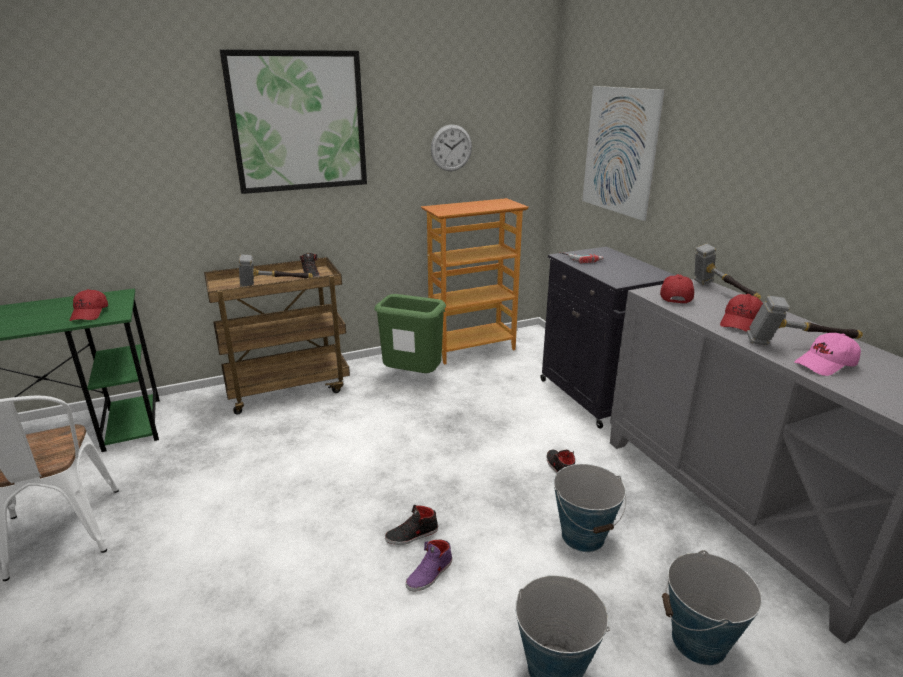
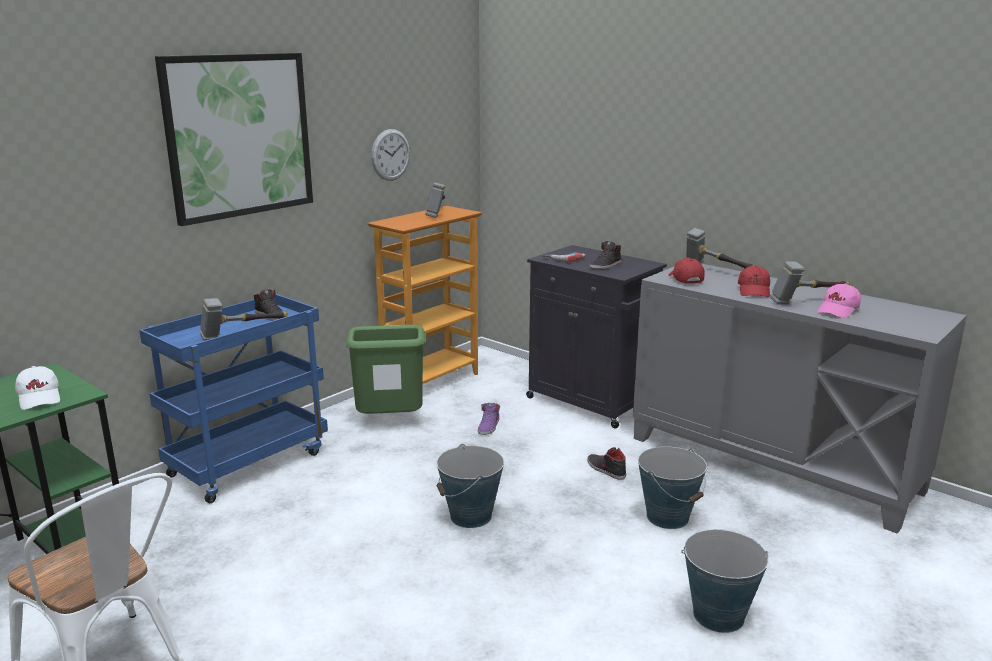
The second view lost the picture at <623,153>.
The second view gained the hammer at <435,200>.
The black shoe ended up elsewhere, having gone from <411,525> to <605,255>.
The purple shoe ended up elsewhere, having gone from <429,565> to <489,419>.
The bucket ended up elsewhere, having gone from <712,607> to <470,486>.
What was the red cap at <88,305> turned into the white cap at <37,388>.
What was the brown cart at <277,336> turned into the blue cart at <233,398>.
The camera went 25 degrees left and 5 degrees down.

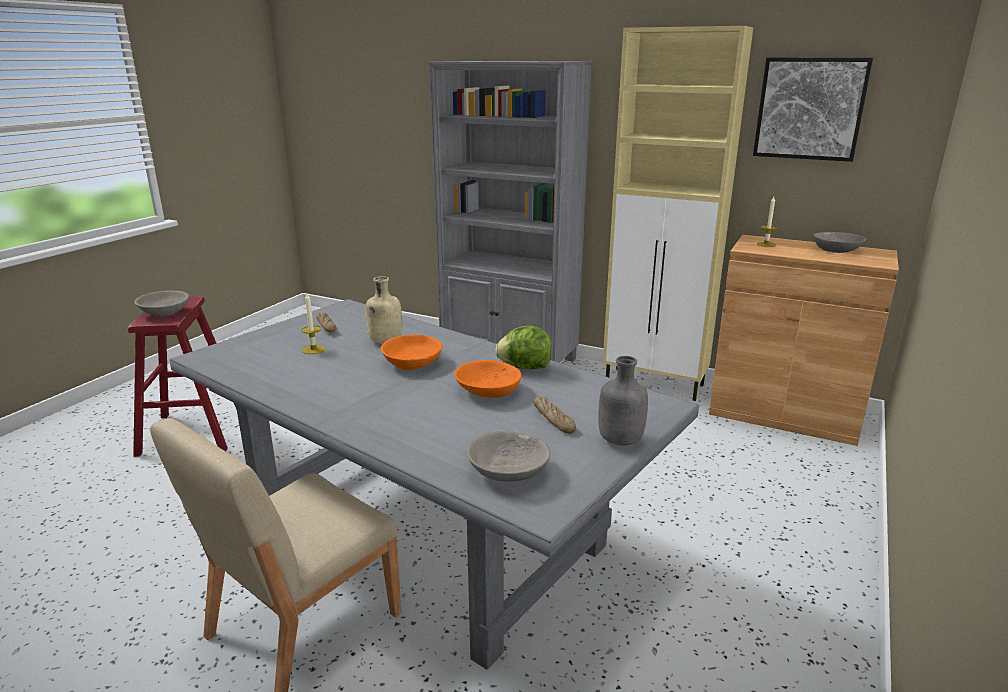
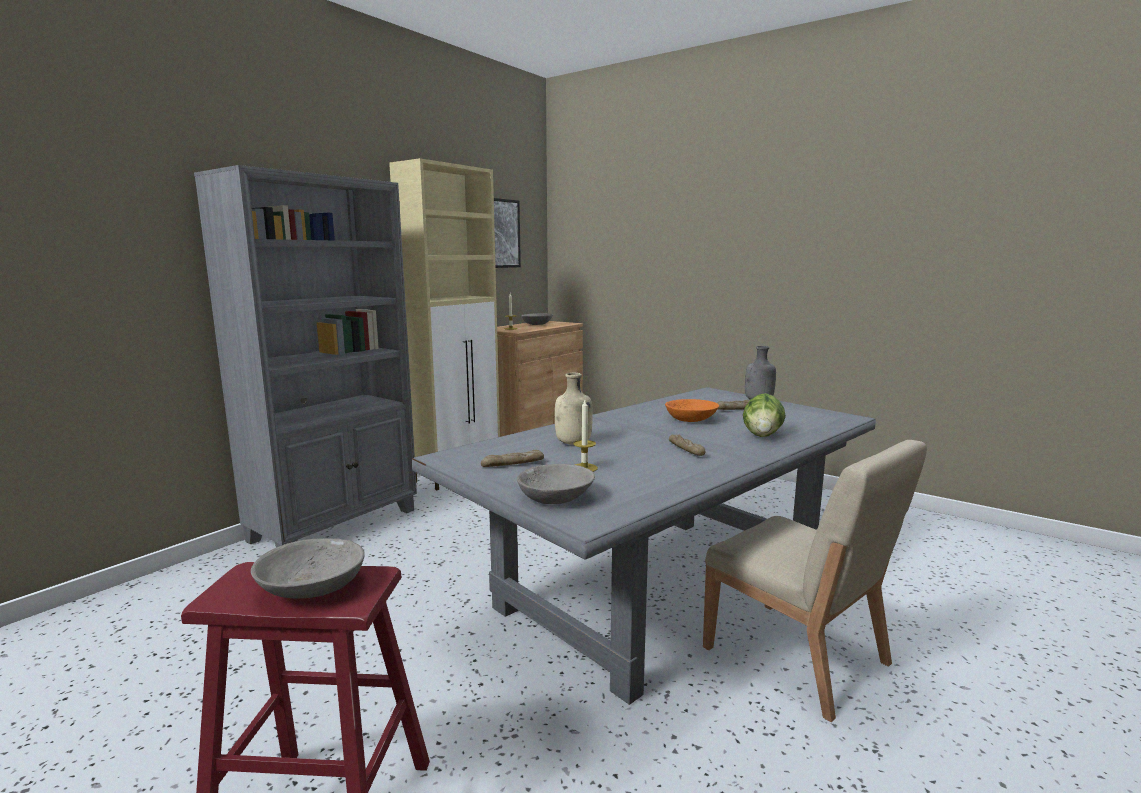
The second view lost the orange bowl at <411,352>.
The second view gained the bread at <687,445>.
The grey bowl ended up elsewhere, having gone from <508,456> to <556,484>.
The lettuce ended up elsewhere, having gone from <523,347> to <764,415>.
The camera went 80 degrees left and 10 degrees down.

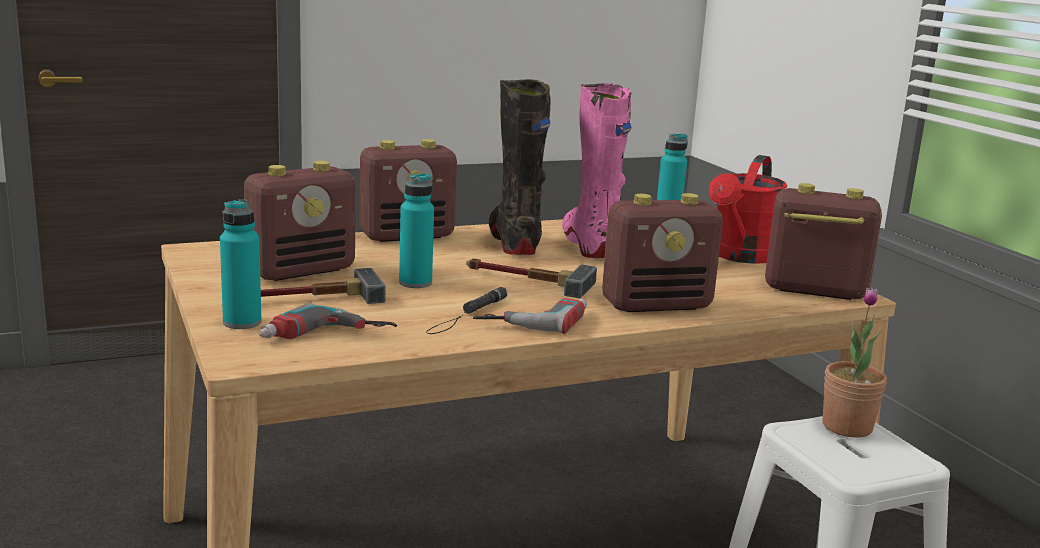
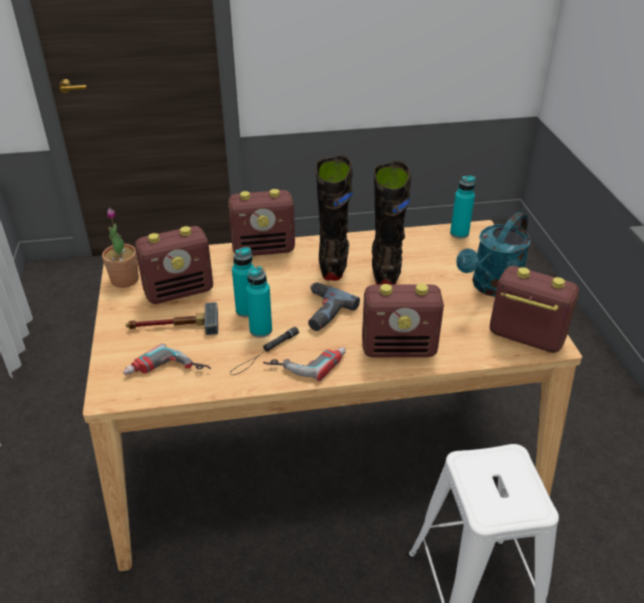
The turquoise bottle ended up elsewhere, having gone from <241,264> to <259,302>.
The potted plant ended up elsewhere, having gone from <855,362> to <120,248>.
Where the hammer stood at <531,278>, the power drill came to stand at <334,306>.
What was the pink boot at <596,170> turned into the black boot at <391,223>.
What was the red watering can at <748,209> turned into the turquoise watering can at <493,254>.
The camera went 15 degrees right and 20 degrees up.

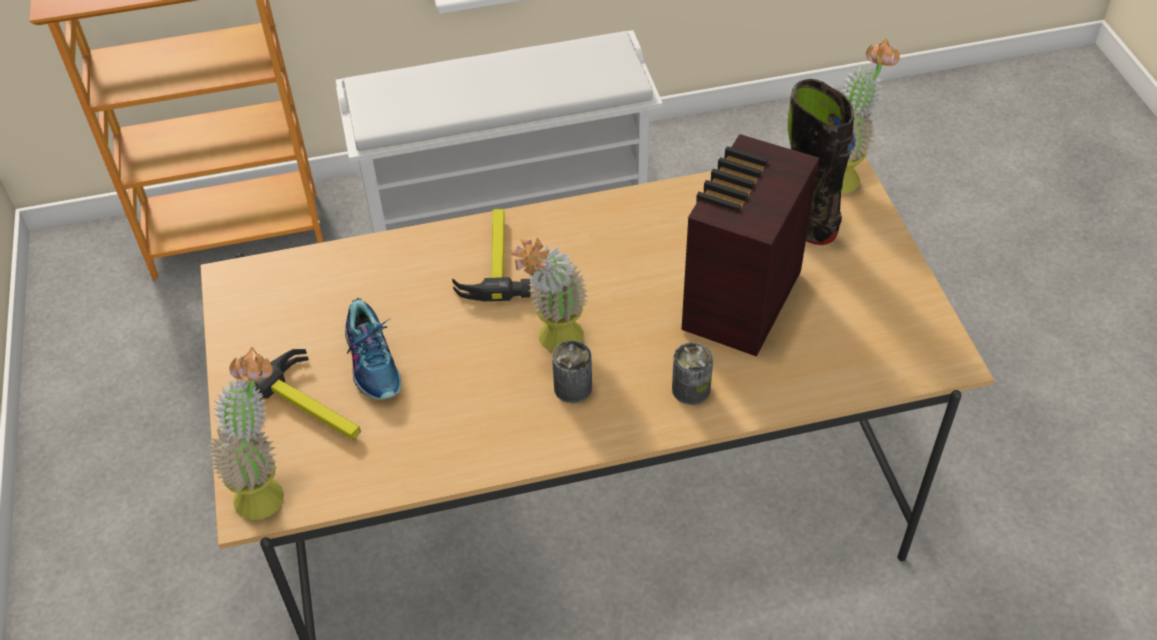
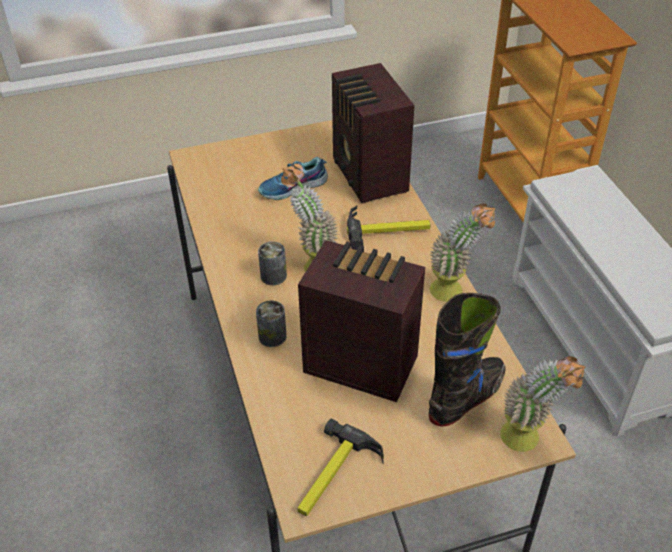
The second view gained the radio at <373,133>.
The potted plant ended up elsewhere, having gone from <246,433> to <462,253>.
The hammer ended up elsewhere, having gone from <308,394> to <340,467>.
The camera went 85 degrees right and 5 degrees down.

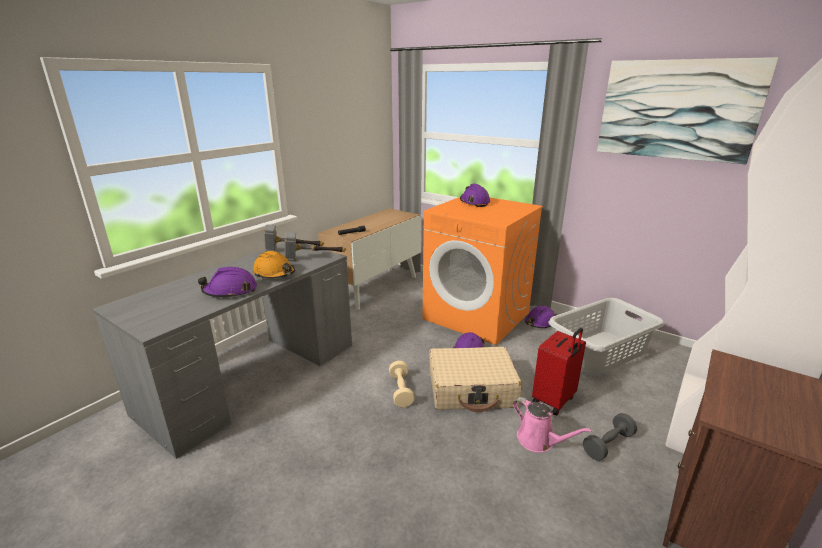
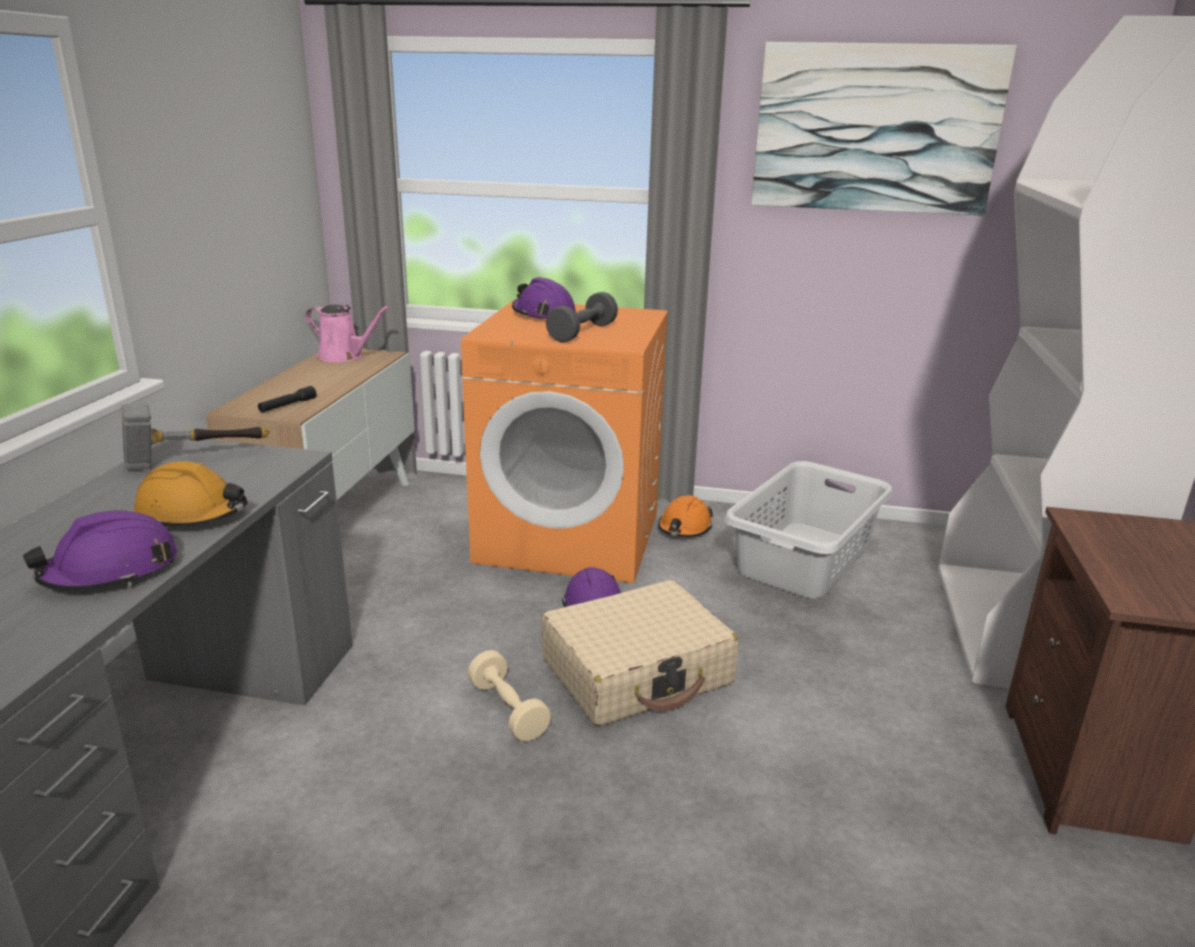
The second view lost the hammer at <315,246>.
The second view lost the red suitcase at <559,372>.
The pink watering can ended up elsewhere, having gone from <552,425> to <347,333>.
The grey dumbbell ended up elsewhere, having gone from <610,437> to <582,317>.
What was the purple hard hat at <540,317> turned into the orange hard hat at <686,516>.
The camera went 25 degrees left and 0 degrees up.

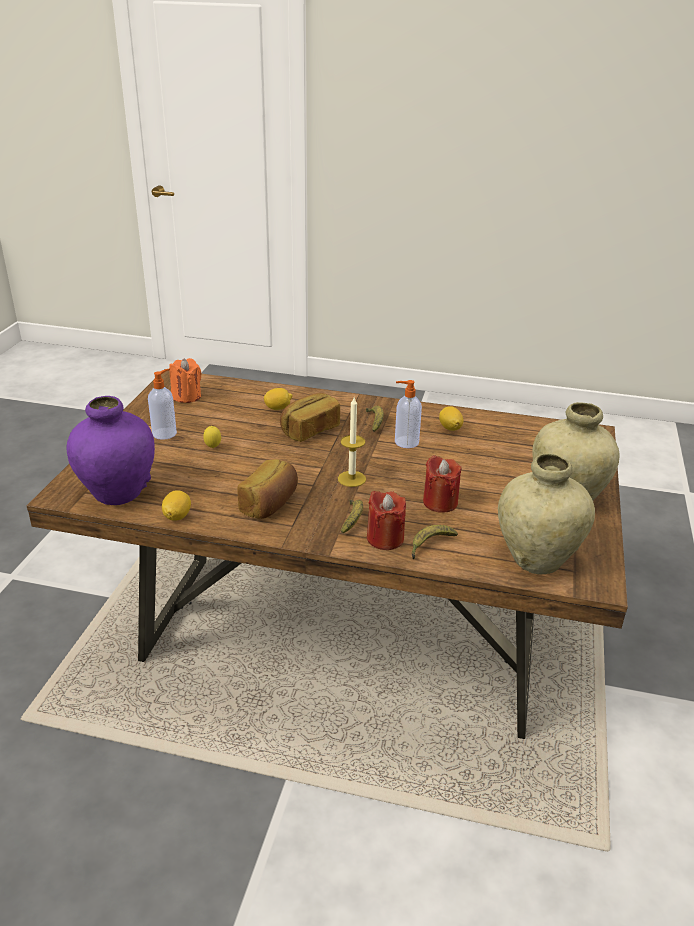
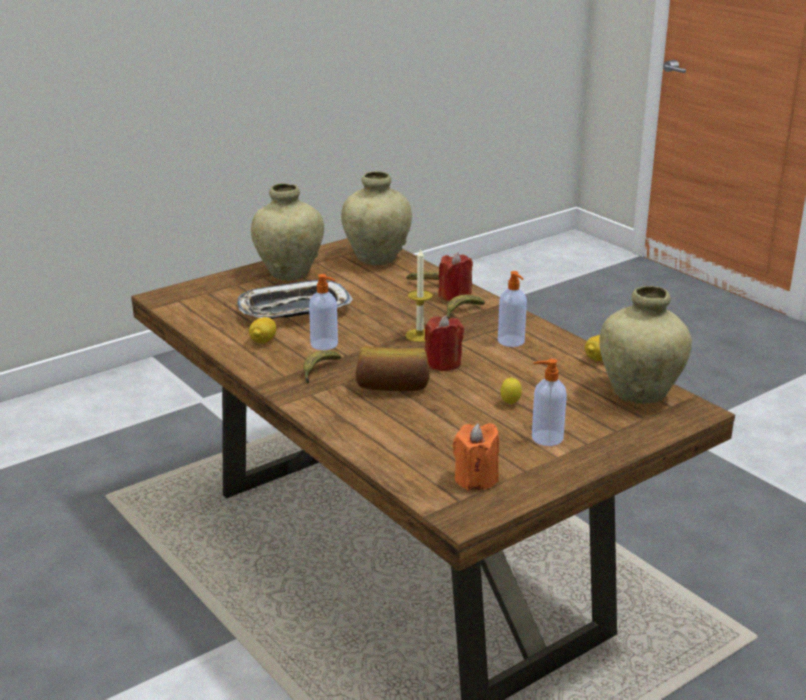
The second view lost the lemon at <278,399>.
The second view gained the tray at <295,299>.
The red candle ended up elsewhere, having gone from <442,484> to <444,343>.
Where the bread stood at <267,489>, the soap dispenser came to stand at <512,309>.
What was the purple vase at <110,450> turned into the beige vase at <645,345>.
The camera went 140 degrees left and 5 degrees down.

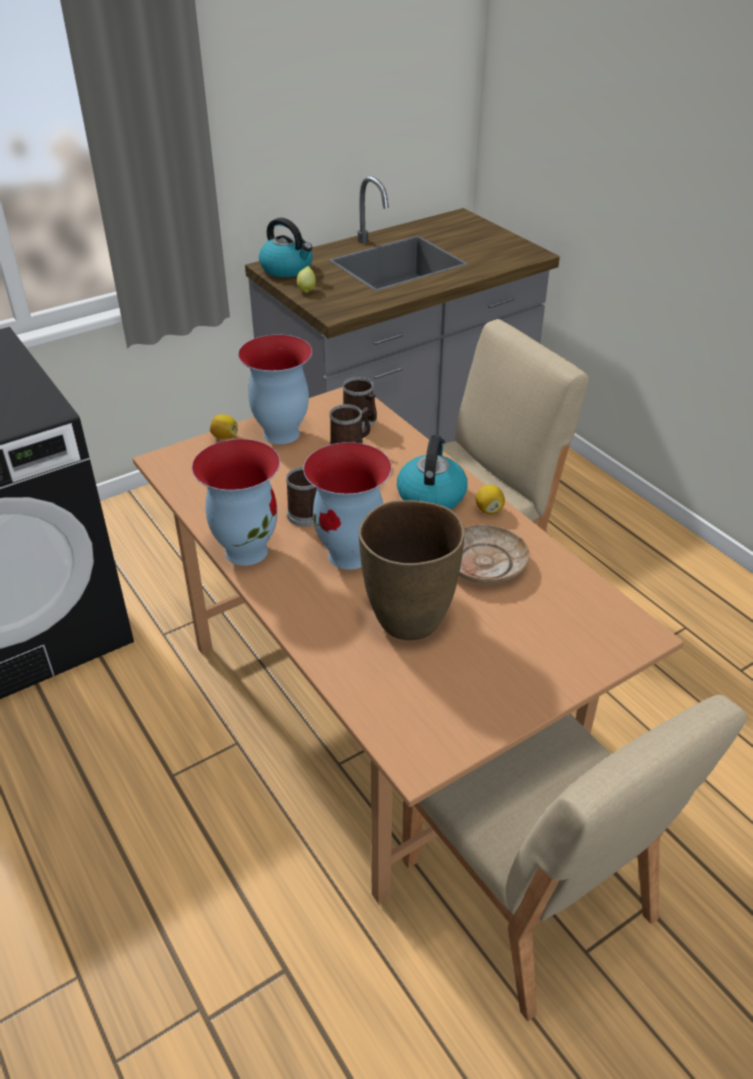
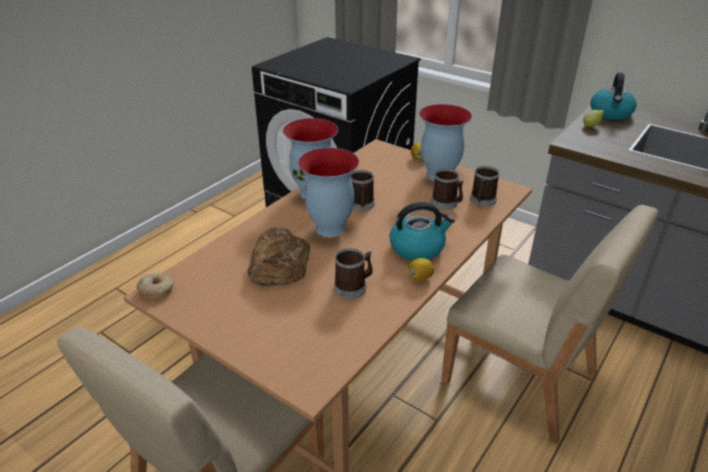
The second view gained the donut at <155,286>.
Where the brown vase stood at <412,570>, the bread came to stand at <279,256>.
Where the beige plate stood at <494,554>, the mug came to stand at <353,273>.
The camera went 70 degrees right and 5 degrees down.

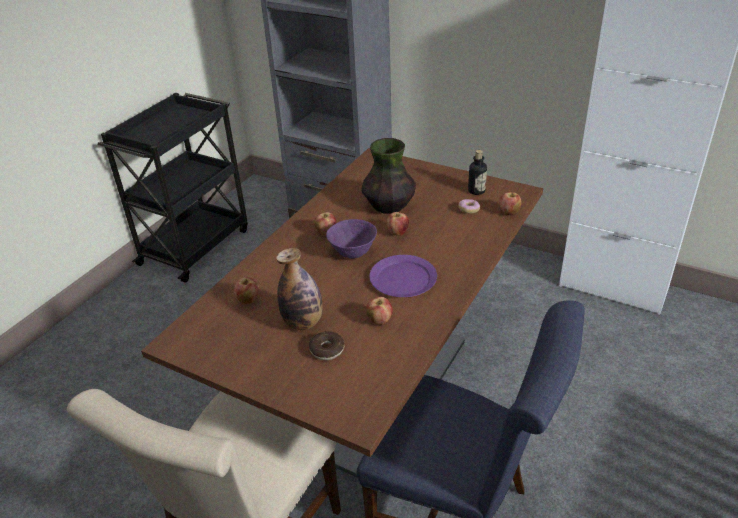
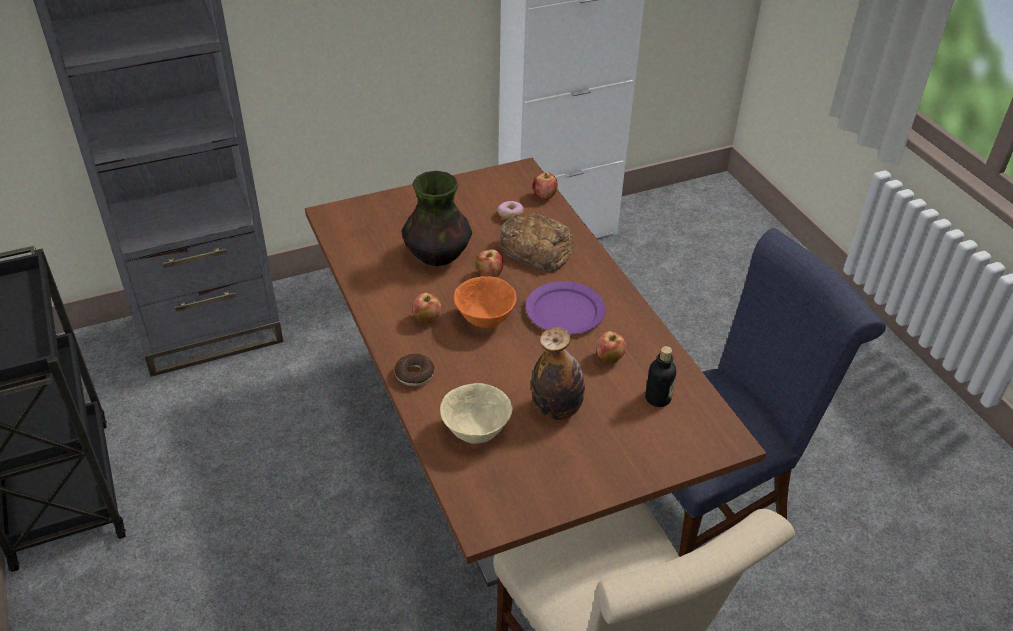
The second view gained the bread at <537,242>.
The donut ended up elsewhere, having gone from <326,345> to <414,370>.
The bottle ended up elsewhere, having gone from <477,172> to <660,376>.
Where the apple stood at <246,290>, the beige bowl came to stand at <476,413>.
What was the purple bowl at <351,238> turned into the orange bowl at <485,302>.
The camera went 55 degrees left and 5 degrees up.

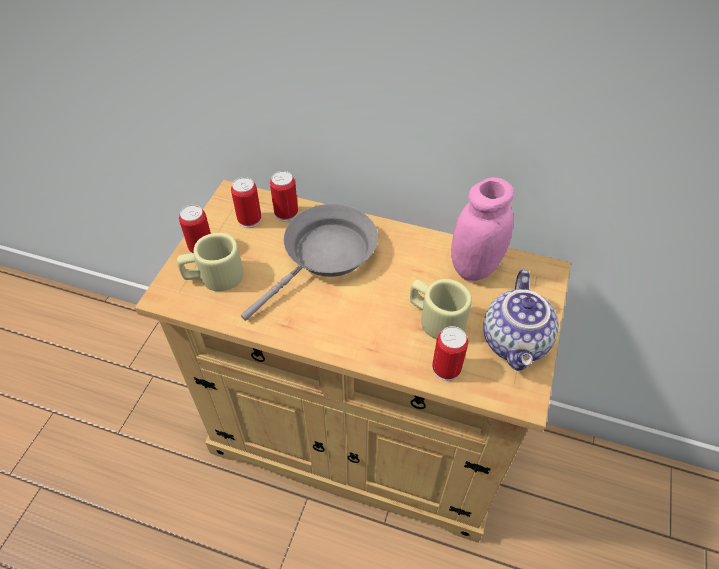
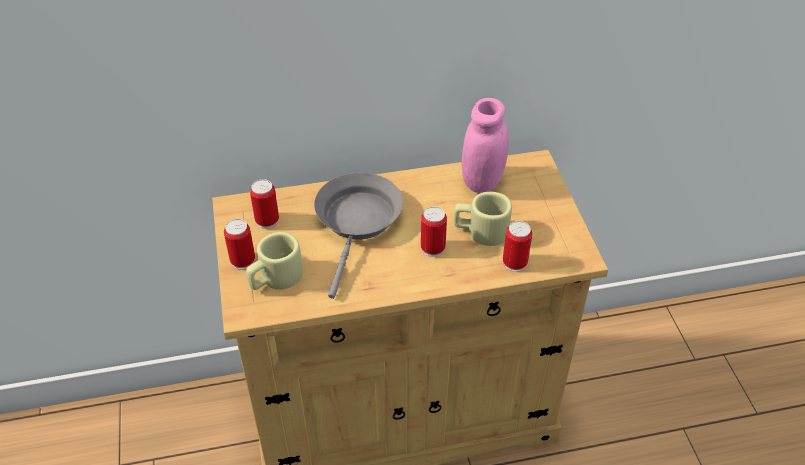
The second view lost the teapot at <521,320>.
The can ended up elsewhere, having gone from <284,196> to <434,231>.
The camera went 30 degrees left and 5 degrees down.

